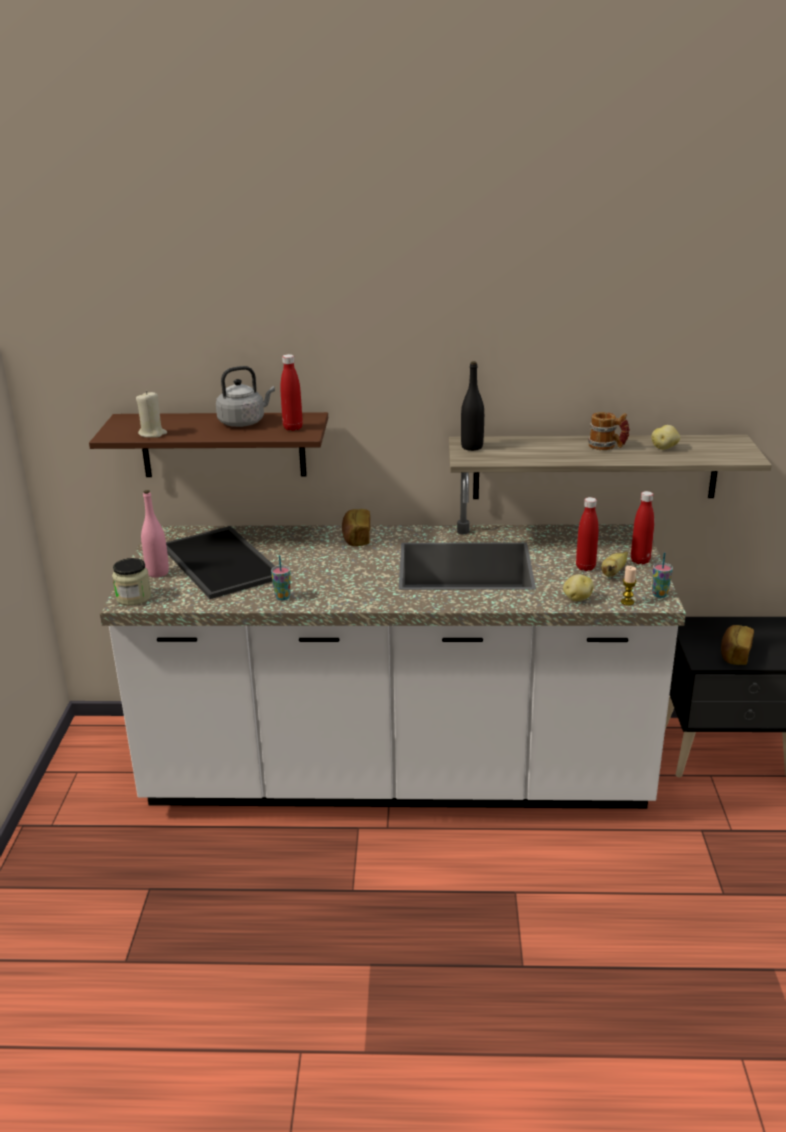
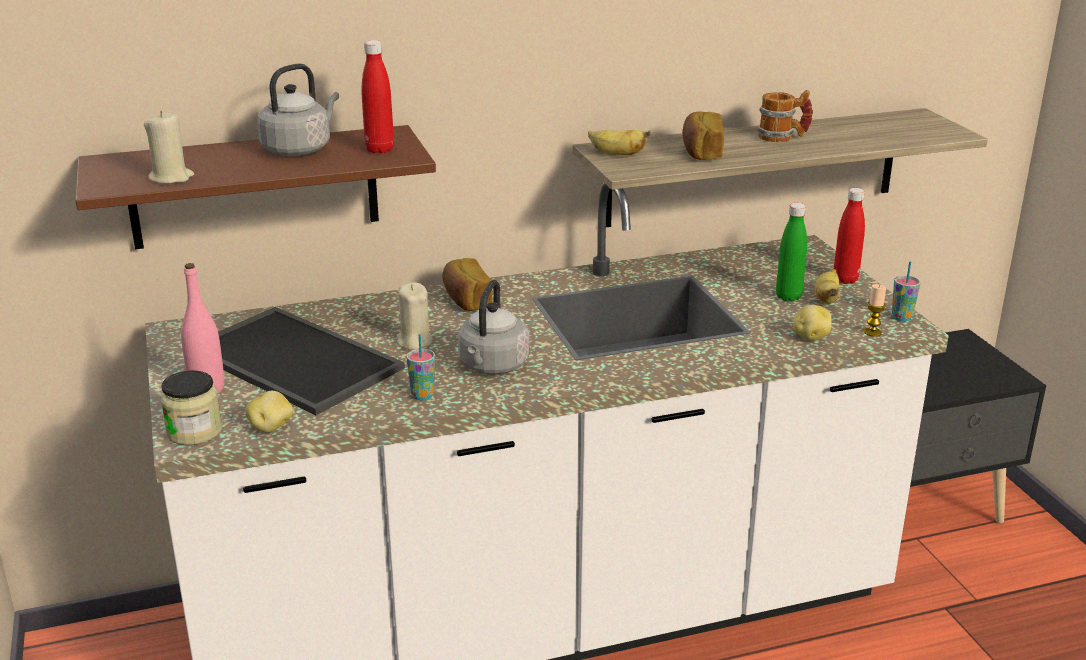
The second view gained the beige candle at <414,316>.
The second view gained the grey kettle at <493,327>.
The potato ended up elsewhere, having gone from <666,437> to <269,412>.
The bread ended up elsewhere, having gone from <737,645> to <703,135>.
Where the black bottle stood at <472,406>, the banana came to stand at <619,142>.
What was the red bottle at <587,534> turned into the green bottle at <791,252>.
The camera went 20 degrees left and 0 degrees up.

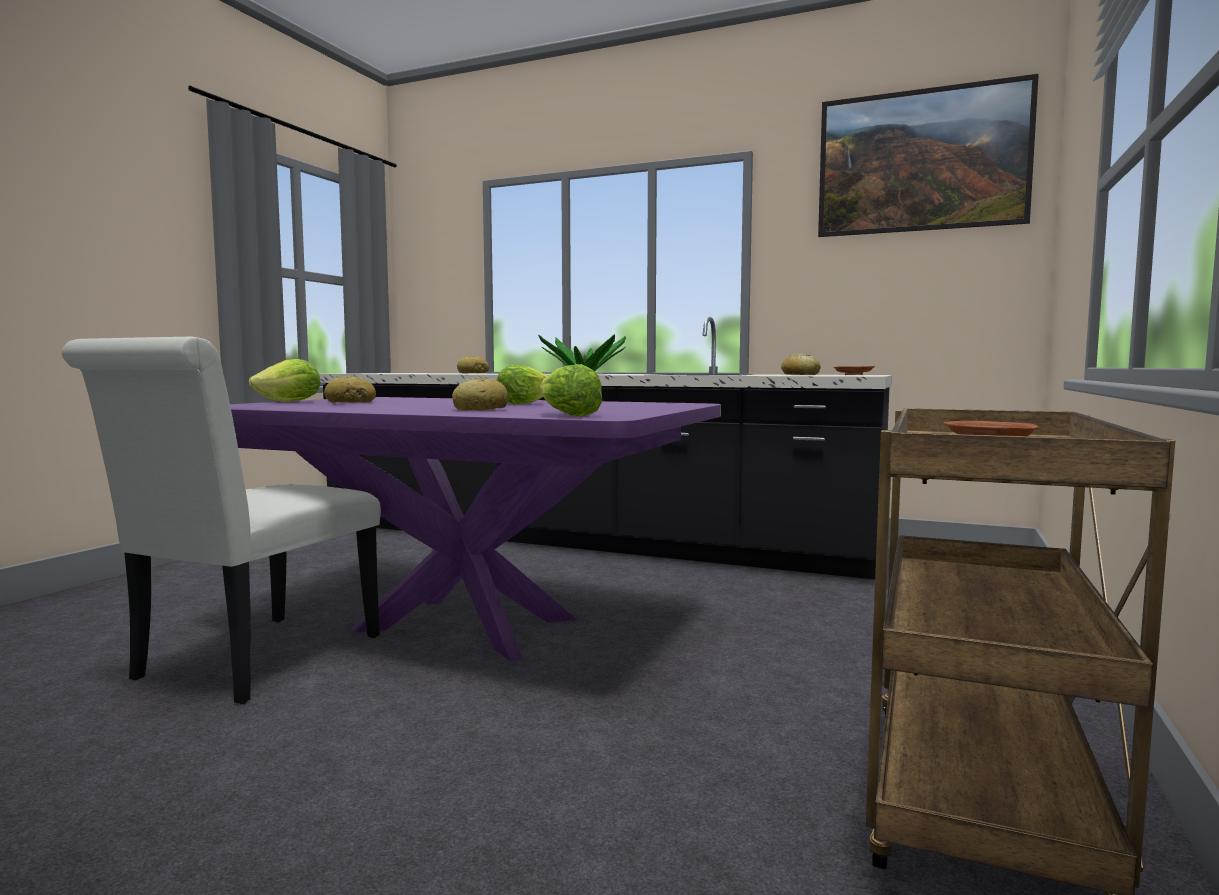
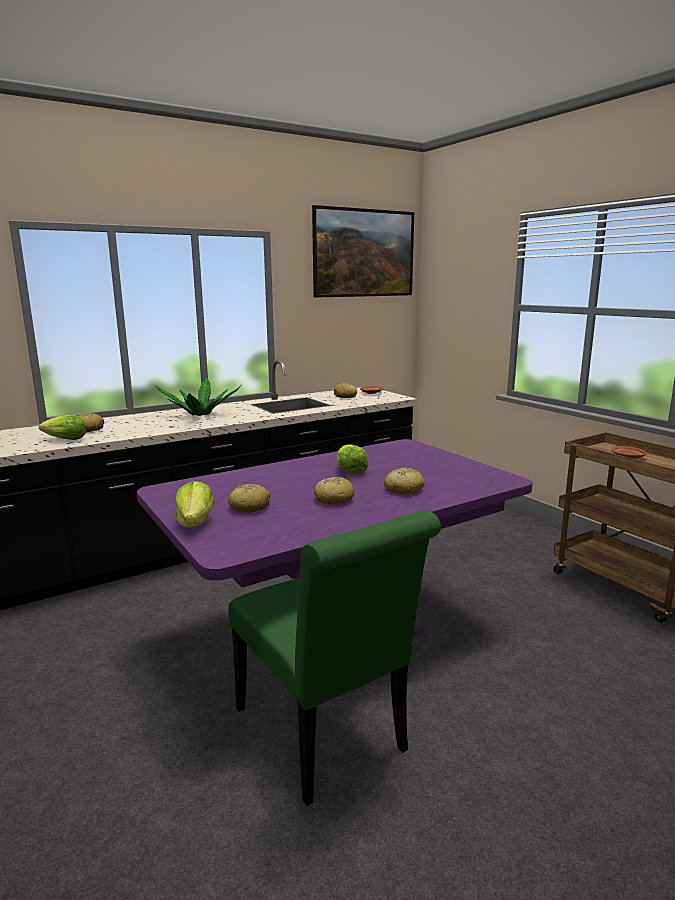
The second view gained the bread at <334,491>.
The lettuce ended up elsewhere, having gone from <571,390> to <63,427>.
What was the white chair at <221,520> turned into the green chair at <335,658>.
The camera went 55 degrees left and 10 degrees up.

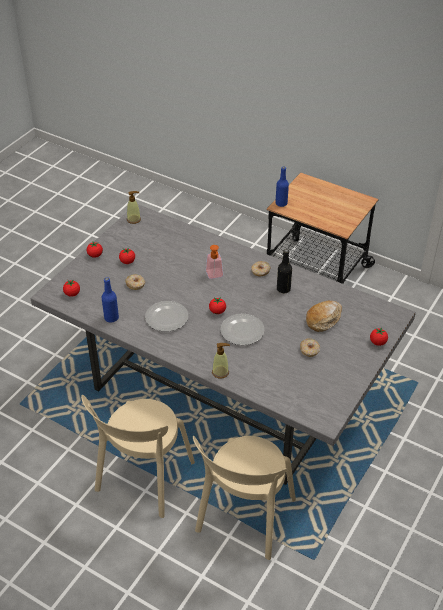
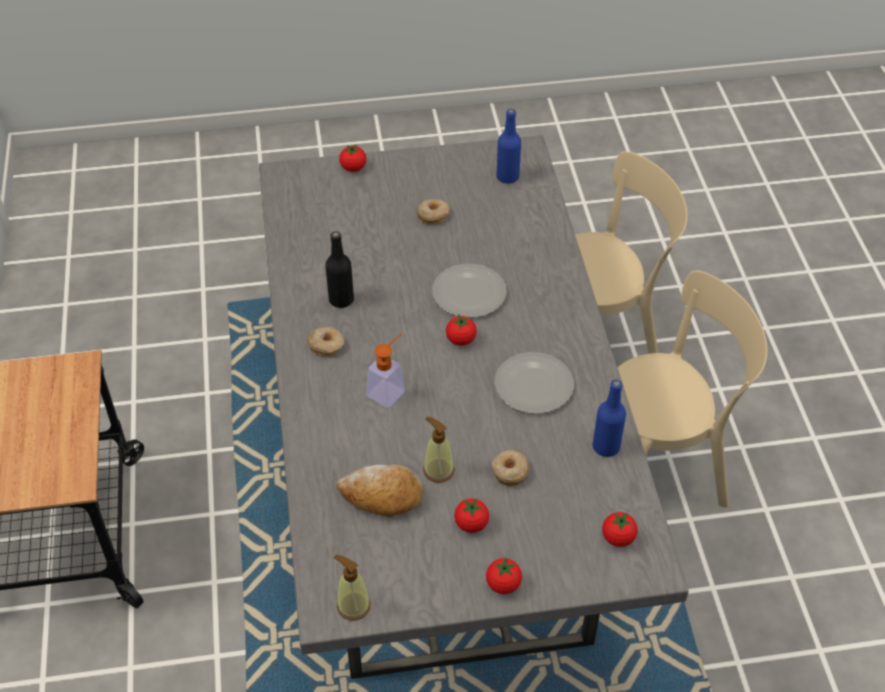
The soap dispenser ended up elsewhere, having gone from <221,361> to <439,450>.
The blue bottle ended up elsewhere, having gone from <282,187> to <508,146>.
The bread ended up elsewhere, having gone from <324,316> to <379,491>.
The camera went 130 degrees left and 5 degrees up.

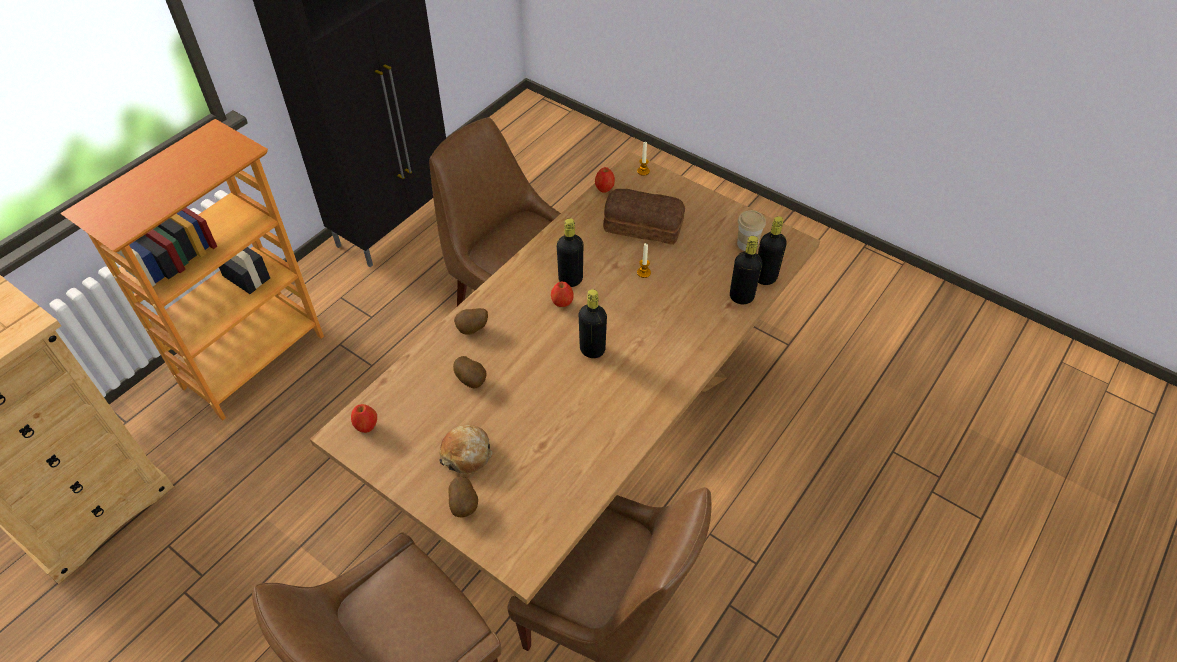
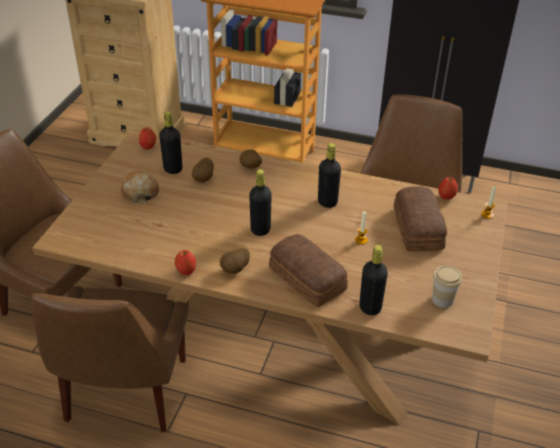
The second view gained the bread at <308,271>.
The potato ended up elsewhere, having gone from <463,497> to <235,261>.
The apple ended up elsewhere, having gone from <562,294> to <185,262>.
The black bottle ended up elsewhere, having gone from <772,250> to <170,142>.
The camera went 70 degrees right and 10 degrees down.

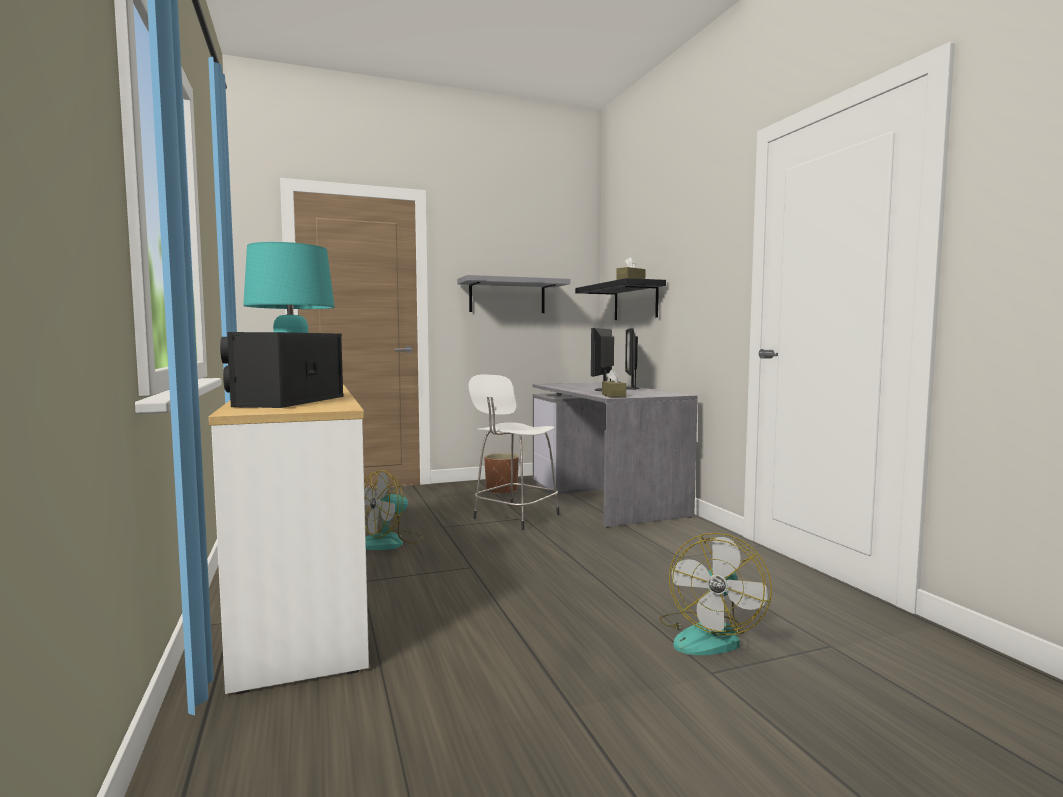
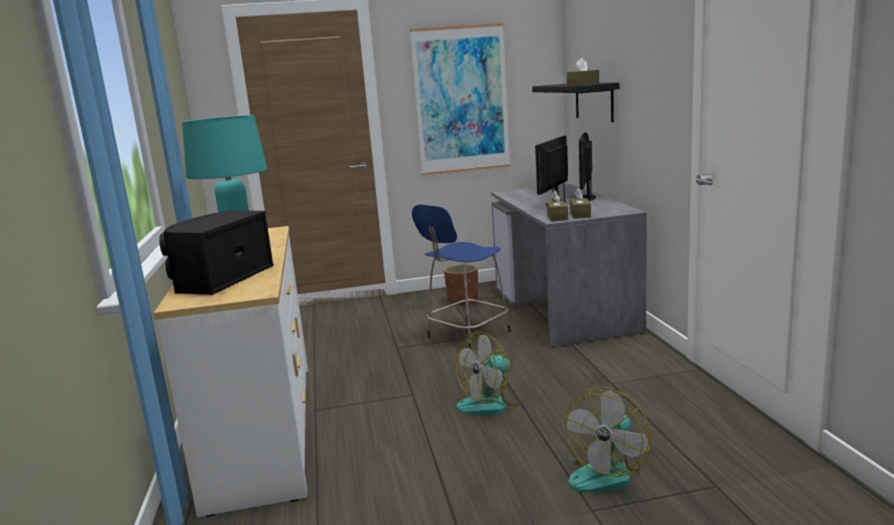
The second view gained the brown tissue box at <580,203>.
The fan ended up elsewhere, having gone from <393,510> to <491,373>.
Where the grey shelf hung at <513,294>, the picture came to hang at <460,99>.
What was the white stool at <514,452> turned into the blue stool at <461,277>.
The camera went 10 degrees right and 10 degrees up.

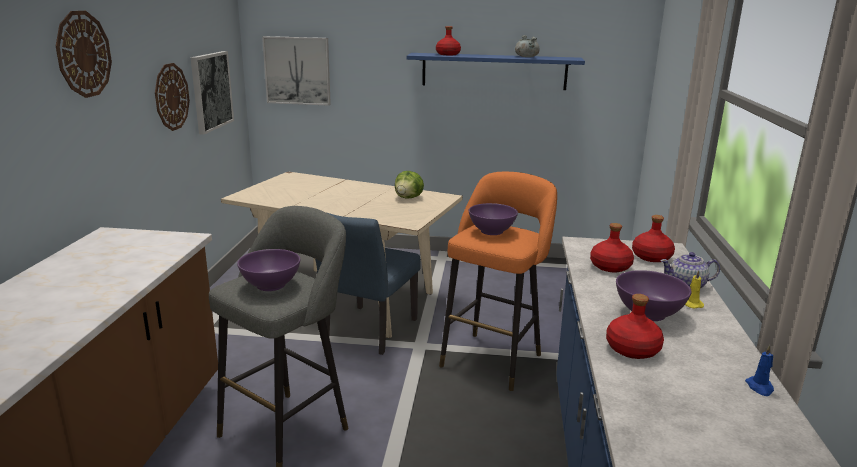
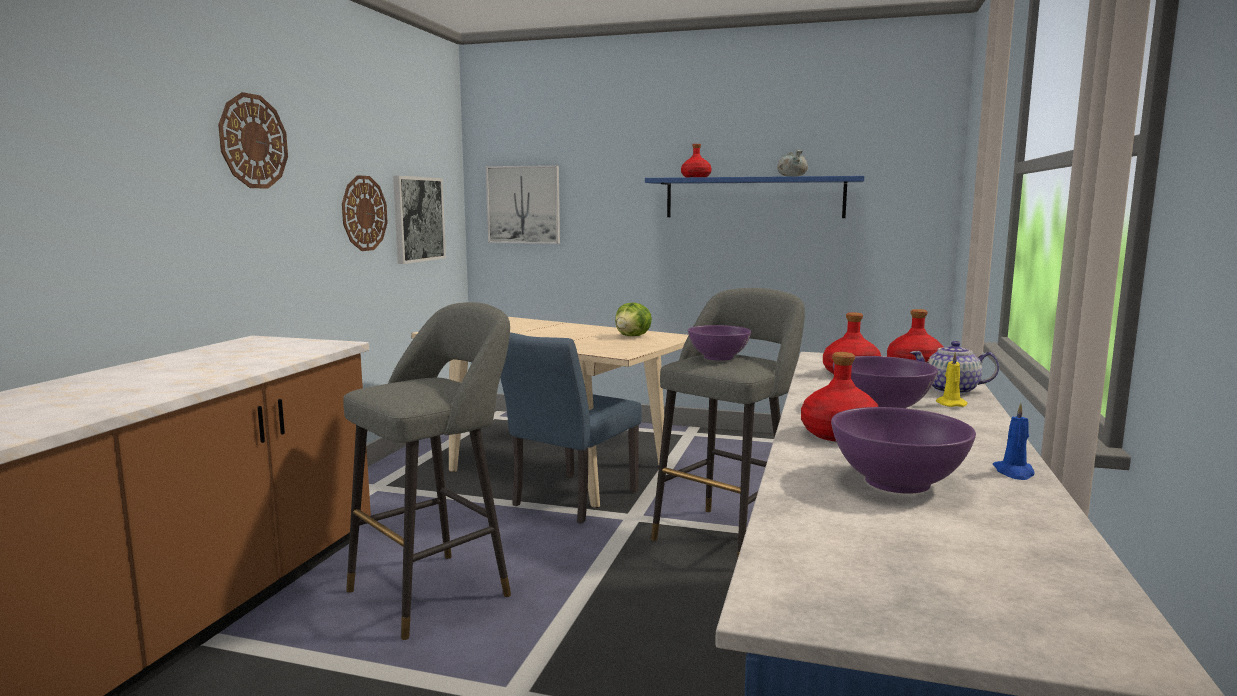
The purple bowl ended up elsewhere, having gone from <268,270> to <903,450>.
What was the orange stool at <498,281> turned into the grey stool at <728,423>.
The camera went 10 degrees right and 10 degrees down.

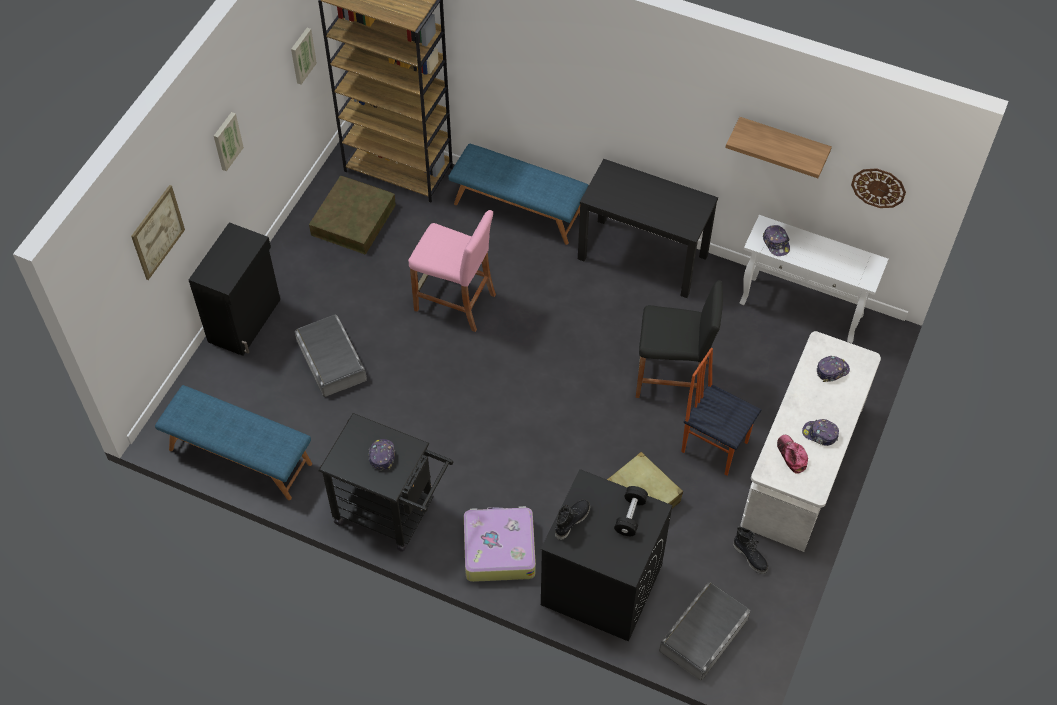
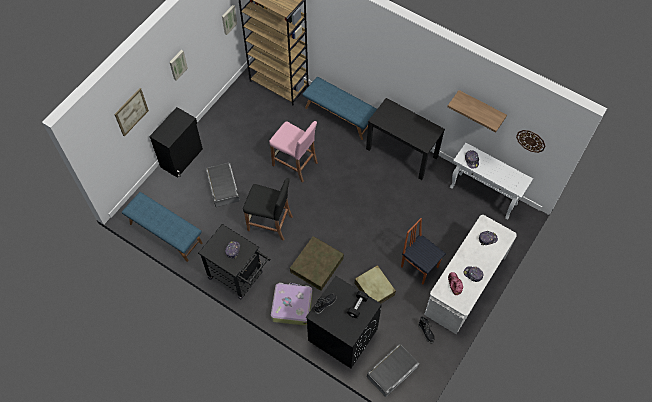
The brown storage box ended up elsewhere, having gone from <352,215> to <317,263>.
The black stool ended up elsewhere, having gone from <679,339> to <268,209>.
The camera went 10 degrees right and 5 degrees up.

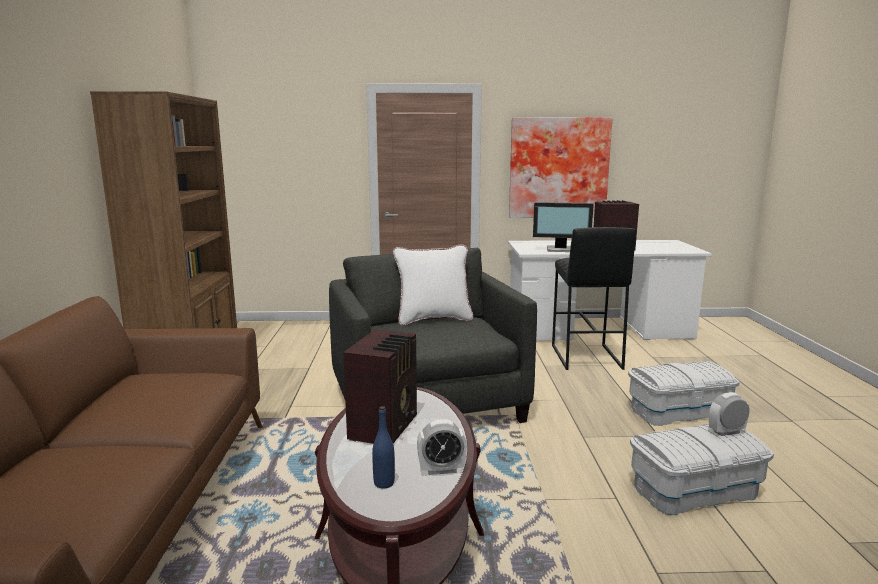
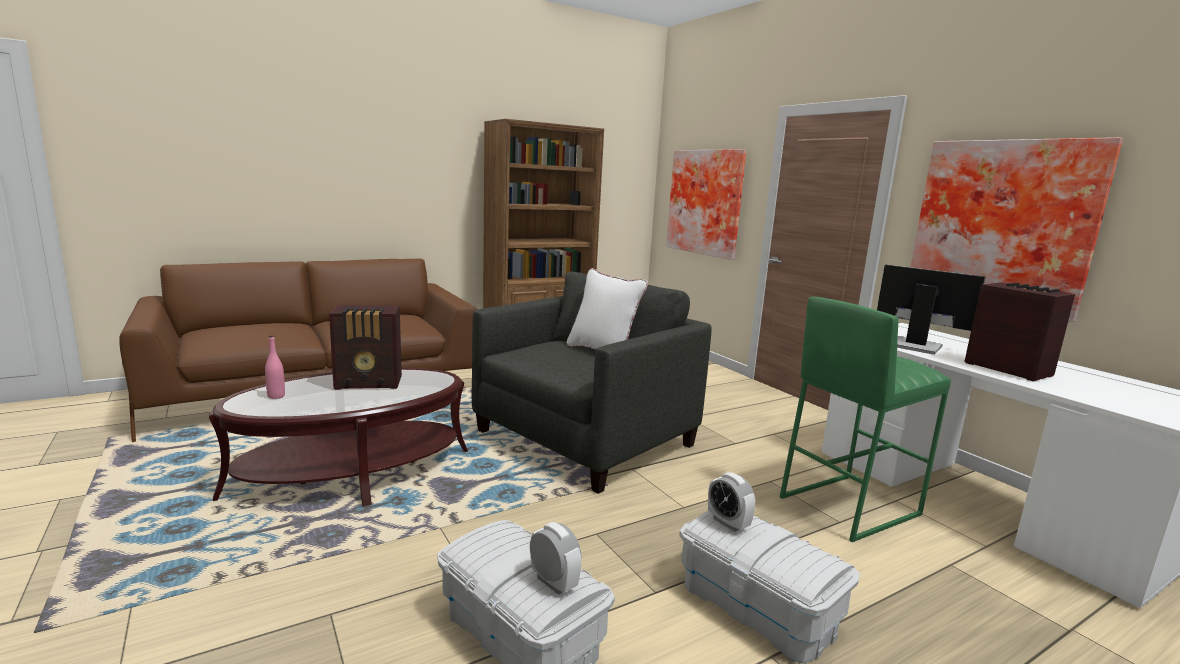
The second view gained the picture at <706,204>.
The alarm clock ended up elsewhere, having gone from <442,447> to <731,502>.
What was the blue bottle at <383,447> turned into the pink bottle at <275,367>.
What was the black stool at <594,298> turned into the green stool at <865,419>.
The monitor at <563,227> ended up facing another way, 150 degrees clockwise from before.
The camera went 60 degrees right and 0 degrees up.

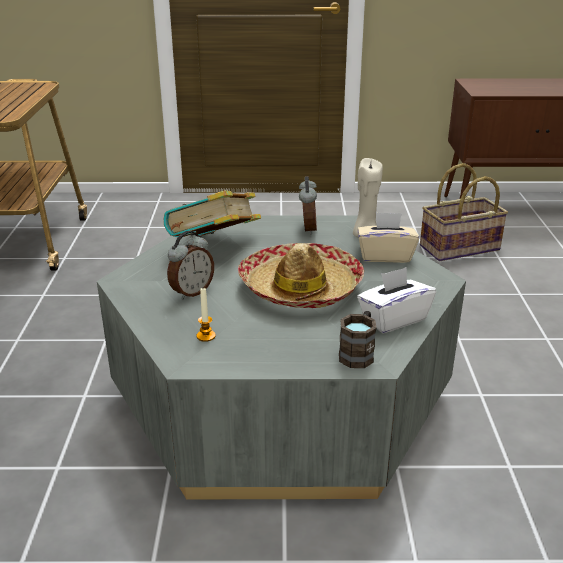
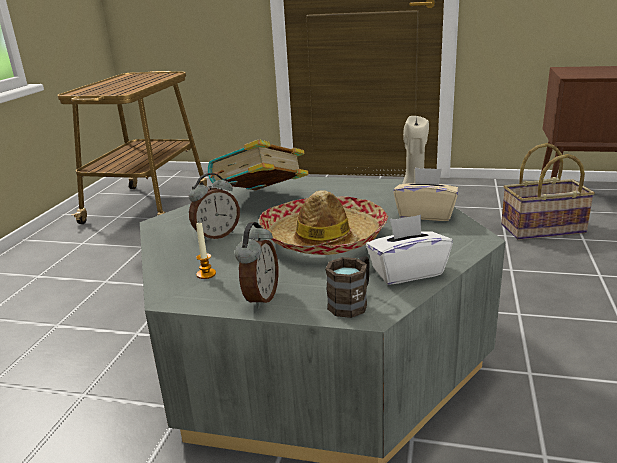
The alarm clock ended up elsewhere, having gone from <308,205> to <256,265>.
The camera went 15 degrees right and 5 degrees down.

